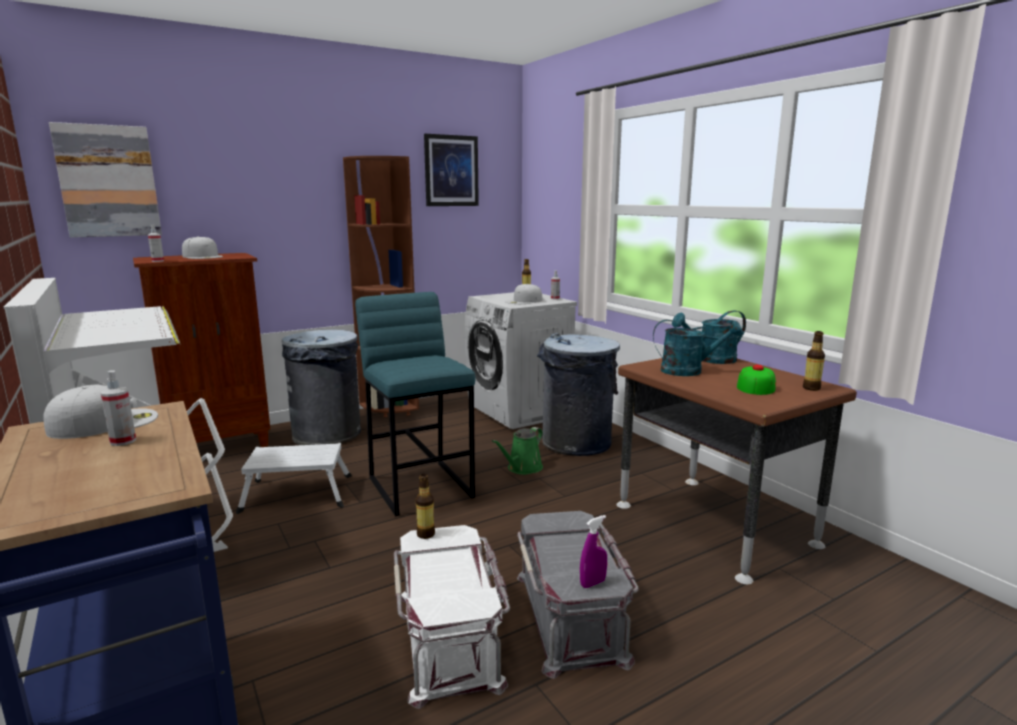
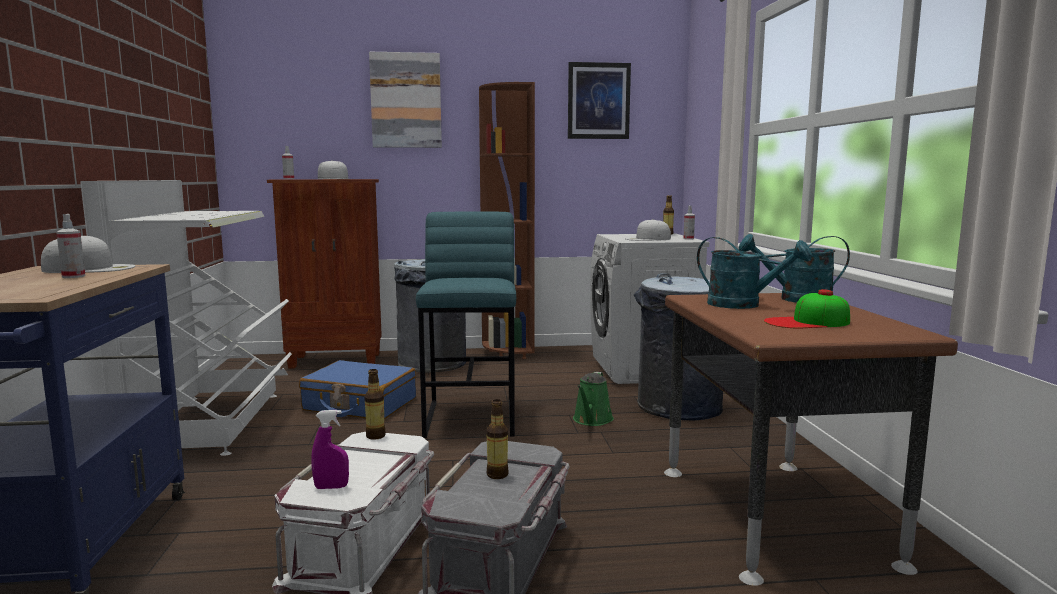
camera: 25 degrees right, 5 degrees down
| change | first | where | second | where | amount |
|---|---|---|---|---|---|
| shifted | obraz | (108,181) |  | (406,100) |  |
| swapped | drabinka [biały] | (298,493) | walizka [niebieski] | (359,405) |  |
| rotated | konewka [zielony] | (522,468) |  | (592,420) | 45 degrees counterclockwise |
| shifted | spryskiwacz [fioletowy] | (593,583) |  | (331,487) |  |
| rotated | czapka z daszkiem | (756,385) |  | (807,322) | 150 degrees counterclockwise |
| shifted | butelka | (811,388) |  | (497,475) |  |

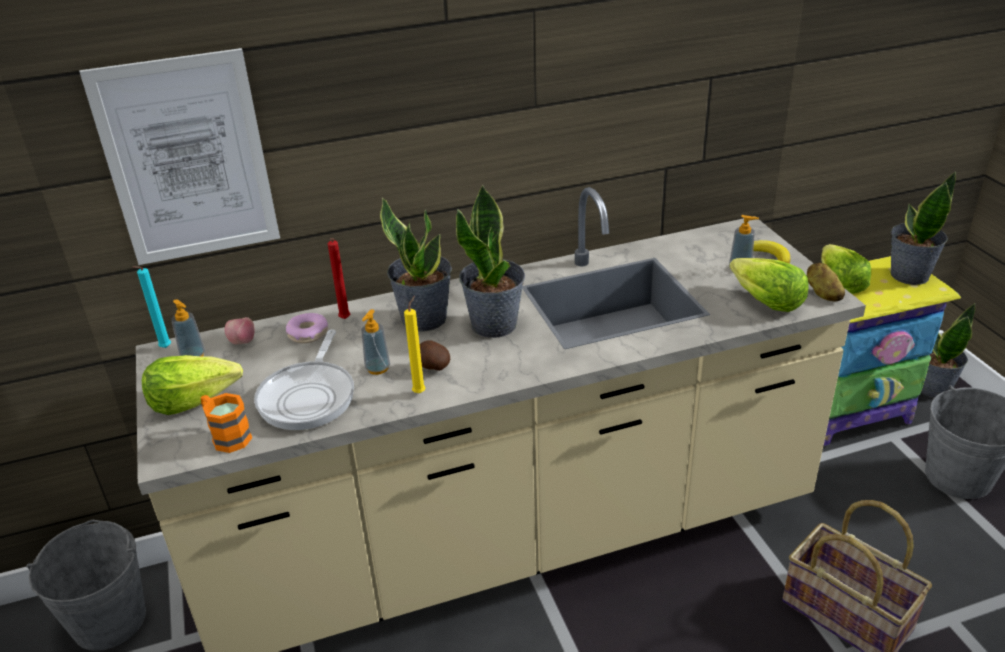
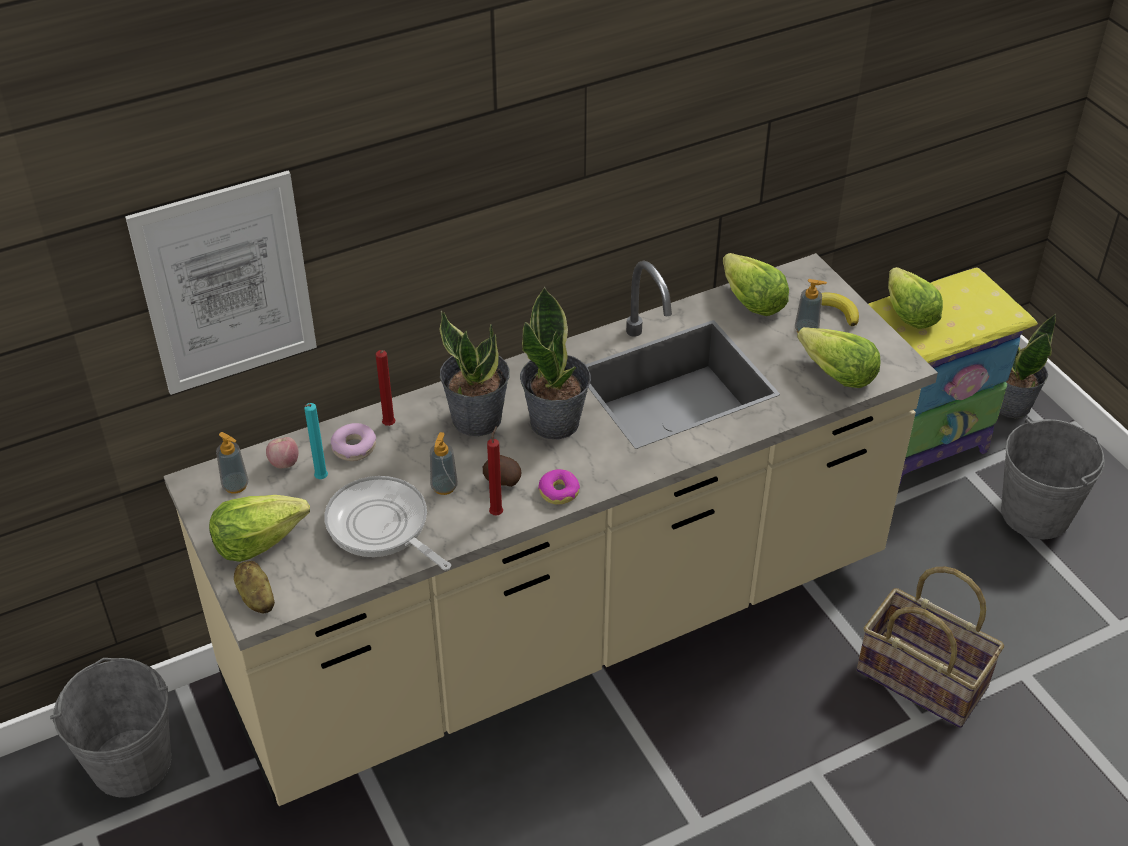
camera: 10 degrees left, 10 degrees up
| change | first | where | second | where | amount |
|---|---|---|---|---|---|
| shifted | świeca [turkusowy] | (164,349) |  | (320,480) |  |
| gone | kubek [pomarańczowy] | (227,436) |  |  |  |
| rotated | patelnia | (309,396) |  | (381,527) | 135 degrees clockwise |
| repainted | świeca [żółty] | (420,392) | świeca [czerwony] | (497,512) |  |
| shifted | ziemniak | (823,293) |  | (256,598) |  |
| gone | roślina doniczkowa | (908,275) |  |  |  |
| new |  |  | donut | (559,491) |  |
| new |  |  | sałata | (751,301) |  |

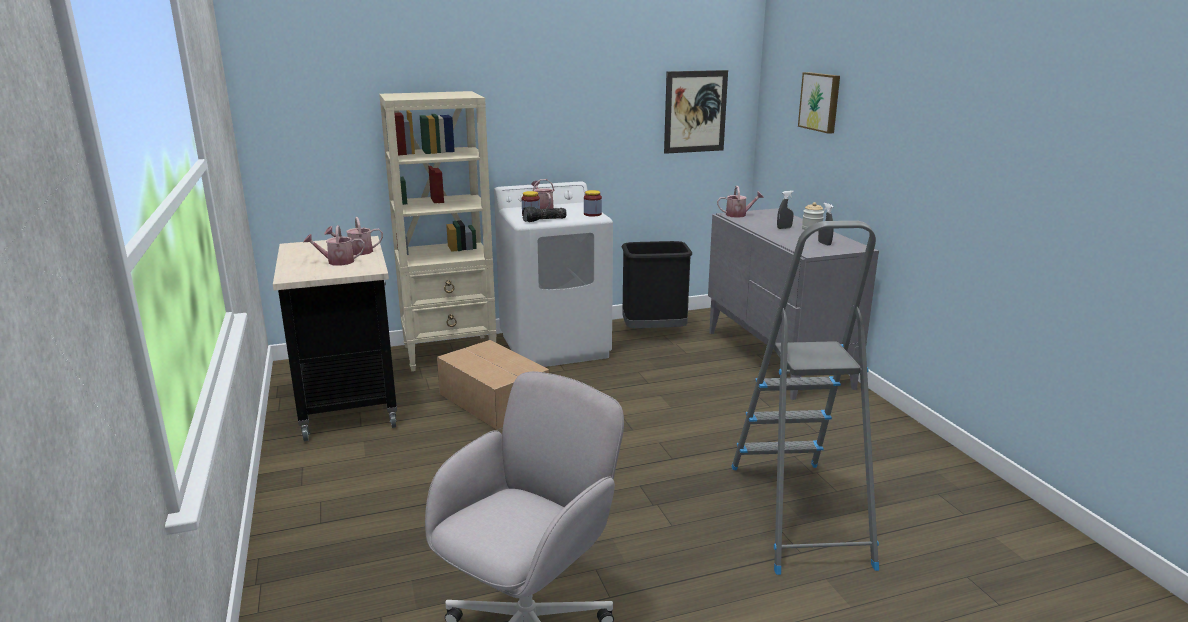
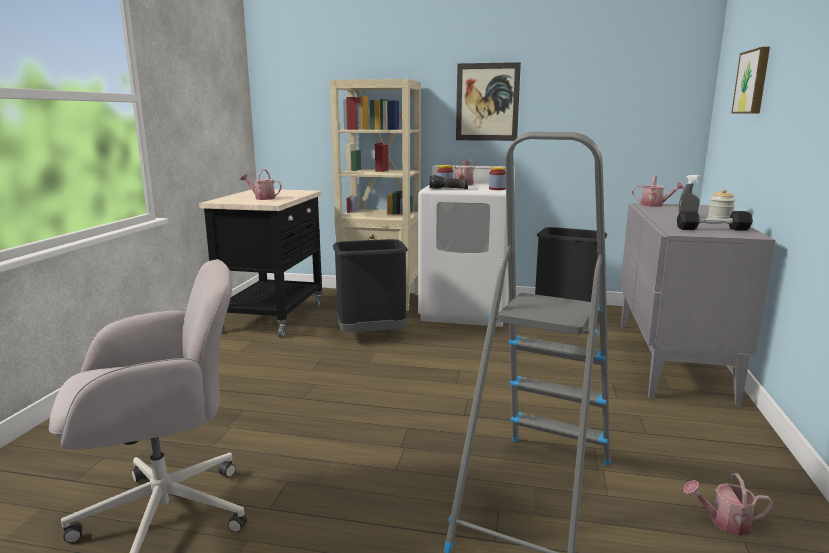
camera: 30 degrees right, 5 degrees down
| change | first | where | second | where | amount |
|---|---|---|---|---|---|
| shifted | konewka | (356,252) |  | (724,522) |  |
| swapped | karton | (493,400) | kosz na śmieci [czarny] | (372,336) |  |
| shifted | obraz | (695,112) |  | (487,102) |  |
| swapped | spryskiwacz [szary] | (824,244) | hantel [czarny] | (712,229) |  |

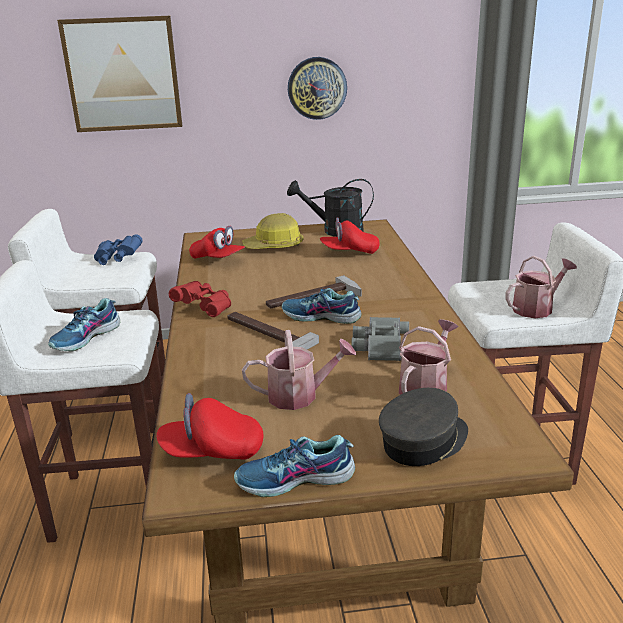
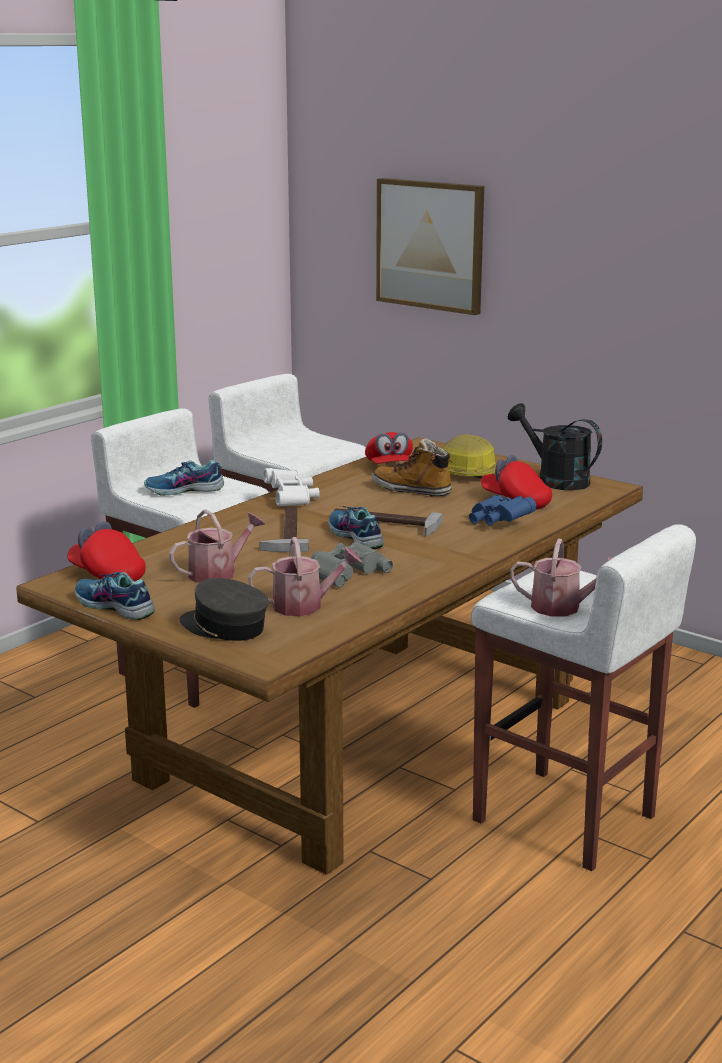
camera: 45 degrees right, 5 degrees down
| change | first | where | second | where | amount |
|---|---|---|---|---|---|
| shifted | lornetka [niebieski] | (117,259) |  | (498,522) |  |
| repainted | lornetka [czerwony] | (205,308) | lornetka [biały] | (292,499) |  |
| rotated | konewka | (299,395) |  | (218,573) | 75 degrees counterclockwise |
| gone | zegar ścienny | (317,88) |  |  |  |
| rotated | czapka z daszkiem [szary] | (423,441) |  | (224,627) | 150 degrees counterclockwise |
| new |  |  | but z cholewką | (412,490) |  |

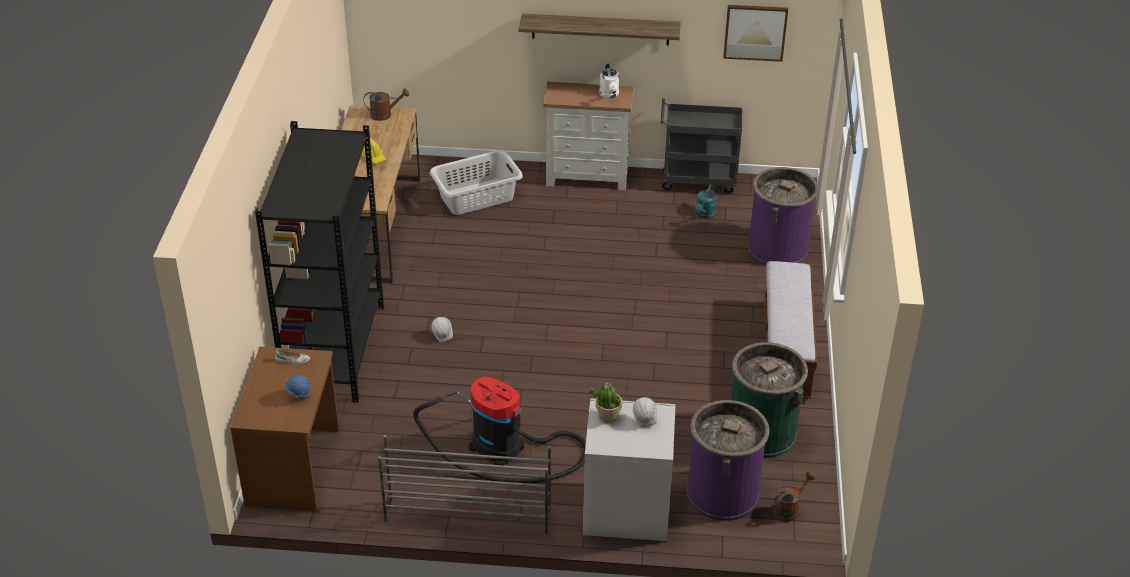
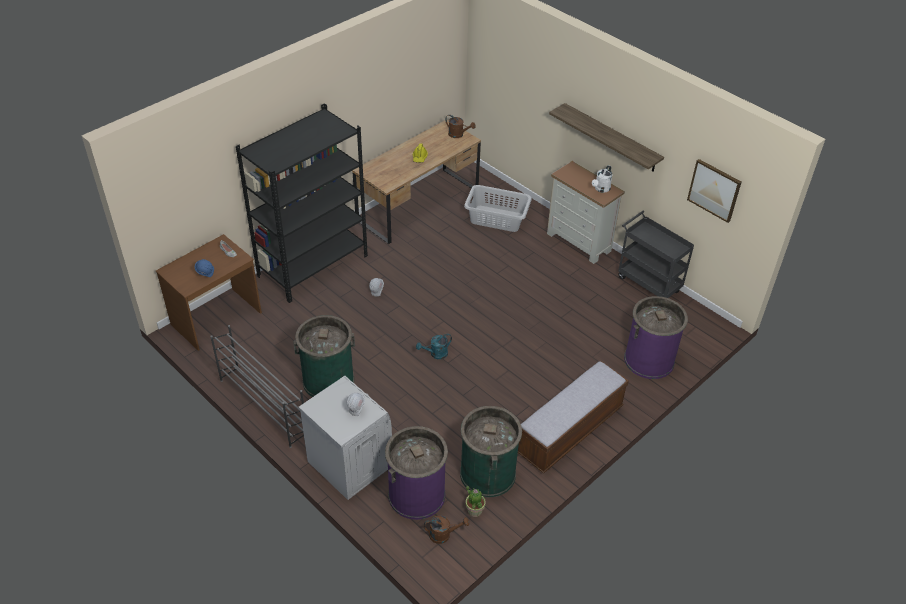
camera: 40 degrees right, 5 degrees up
| change | first | where | second | where | amount |
|---|---|---|---|---|---|
| swapped | odkurzacz | (502,449) | kosz na śmieci [zielony] | (328,380) |  |
| shifted | roślina doniczkowa | (608,416) |  | (474,510) |  |
| shifted | konewka [turkusowy] | (704,215) |  | (436,354) |  |

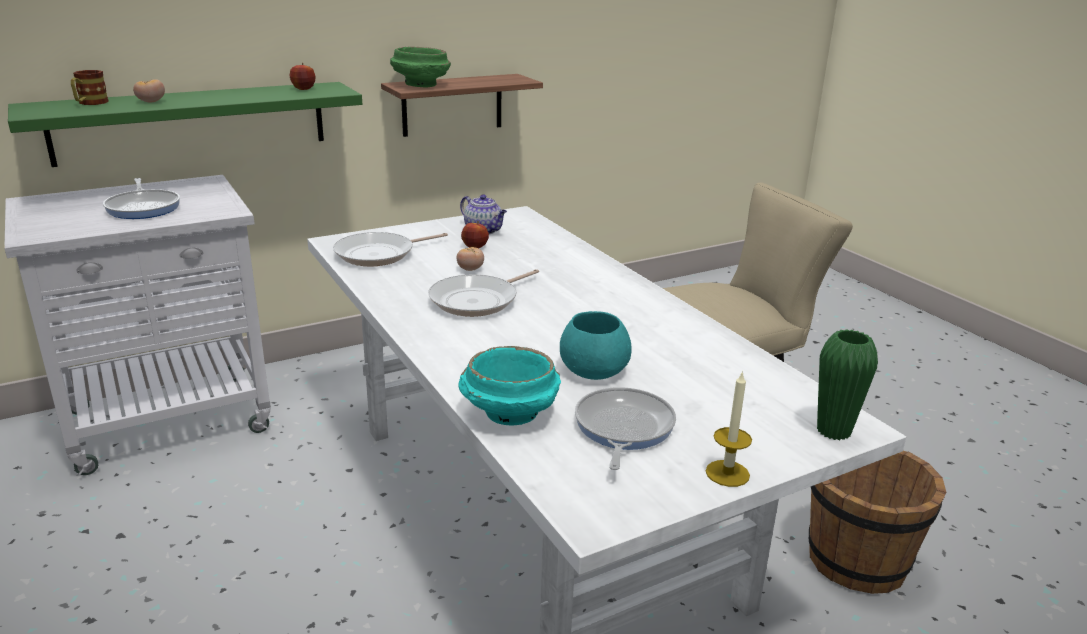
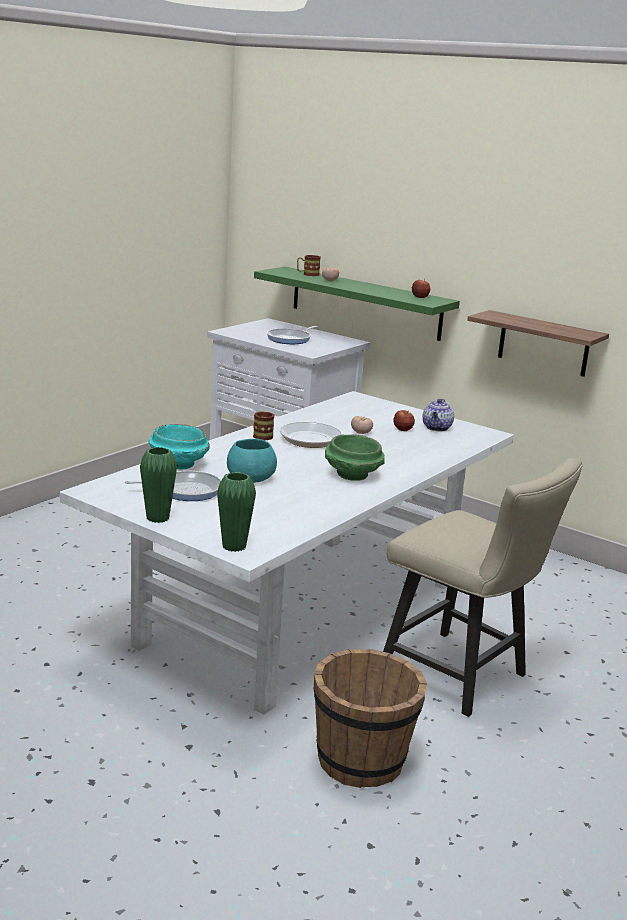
camera: 65 degrees right, 5 degrees down
| change | first | where | second | where | amount |
|---|---|---|---|---|---|
| gone | patelnia | (379,254) |  |  |  |
| shifted | miska [zielony] | (420,85) |  | (353,475) |  |
| swapped | świeca | (727,473) | wazon [zielony] | (157,518) |  |
| new |  |  | kubek | (262,435) |  |

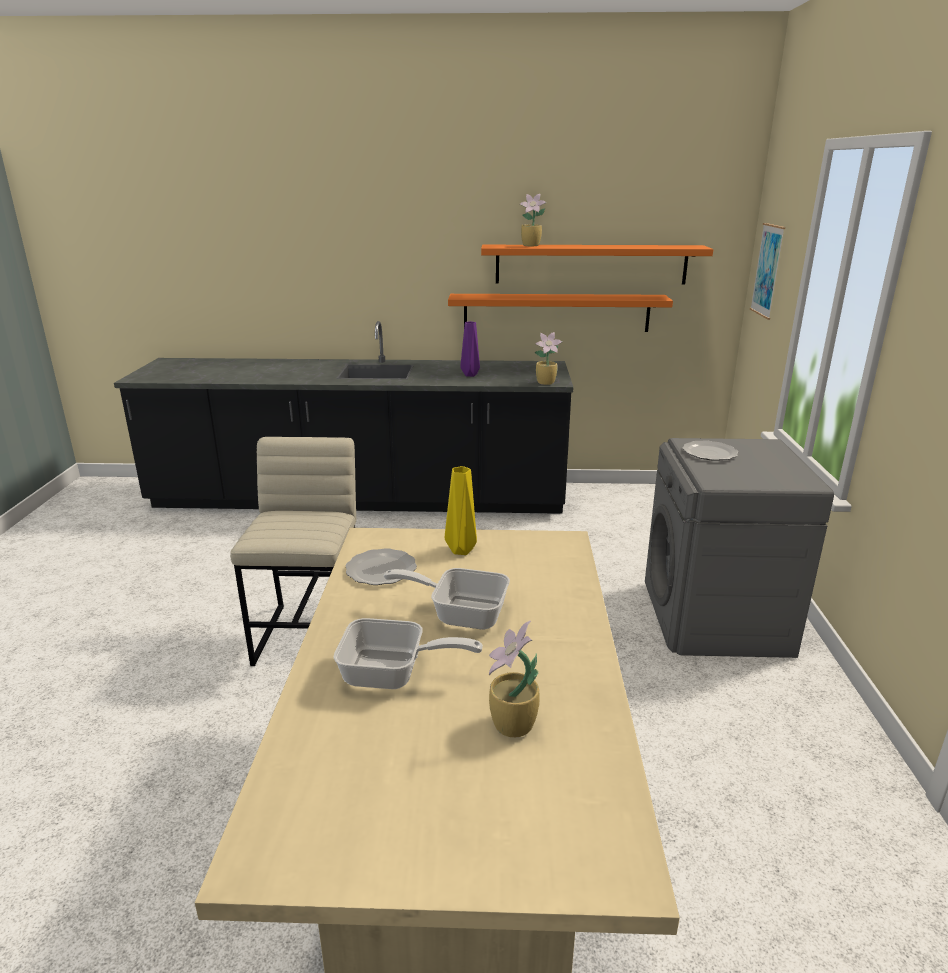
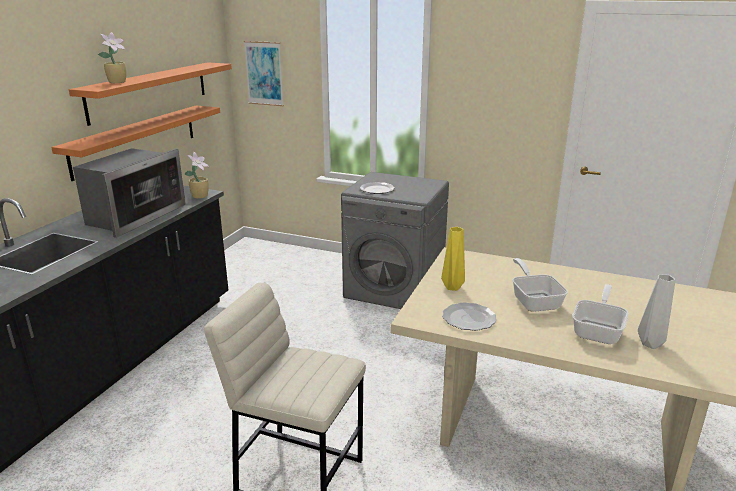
camera: 70 degrees left, 0 degrees up
| change | first | where | second | where | amount |
|---|---|---|---|---|---|
| rotated | patelnia | (460,613) |  | (534,300) | 135 degrees clockwise |
| swapped | wazon [fioletowy] | (470,375) | mikrofalówka | (134,216) |  |
| gone | roślina doniczkowa | (512,726) |  |  |  |
| new |  |  | wazon [szary] | (652,344) |  |

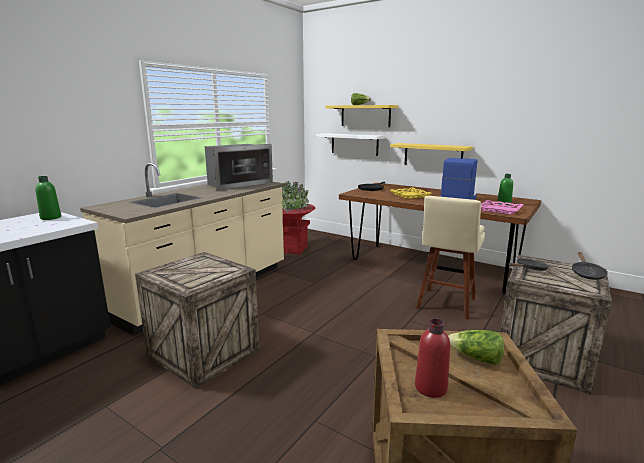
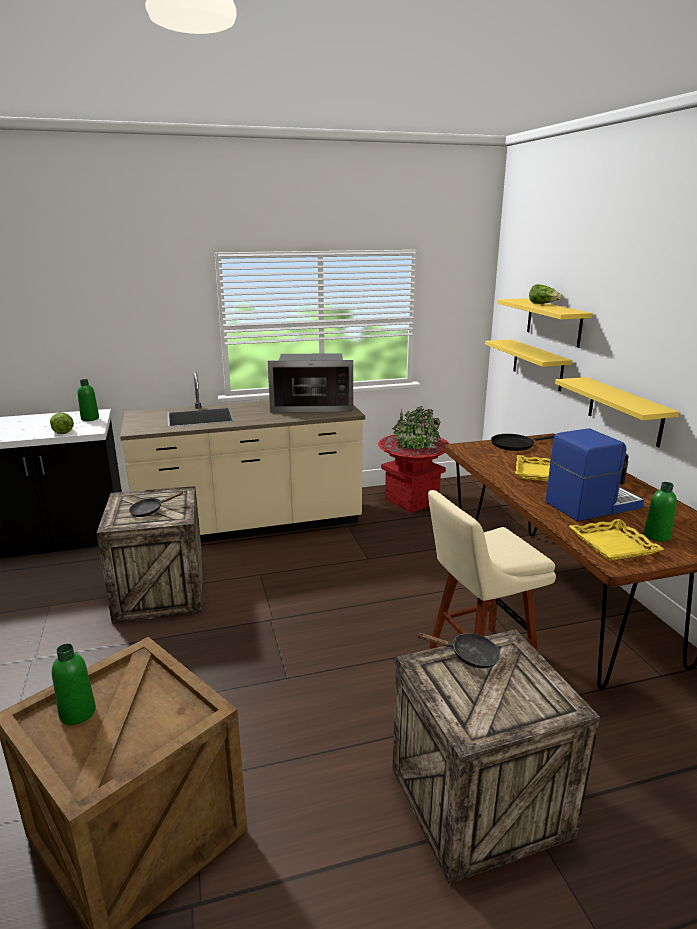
camera: 40 degrees right, 5 degrees up
| change | first | where | second | where | amount |
|---|---|---|---|---|---|
| repainted | półka [biały] | (354,144) | półka [żółty] | (537,364) |  |
| repainted | butelka [czerwony] | (430,387) | butelka [zielony] | (77,713) |  |
| shifted | sałata | (476,358) |  | (62,431) |  |
| repainted | taca [różowy] | (499,210) | taca [żółty] | (612,545) |  |
| shifted | patelnia [czarny] | (586,273) |  | (150,511) |  |

